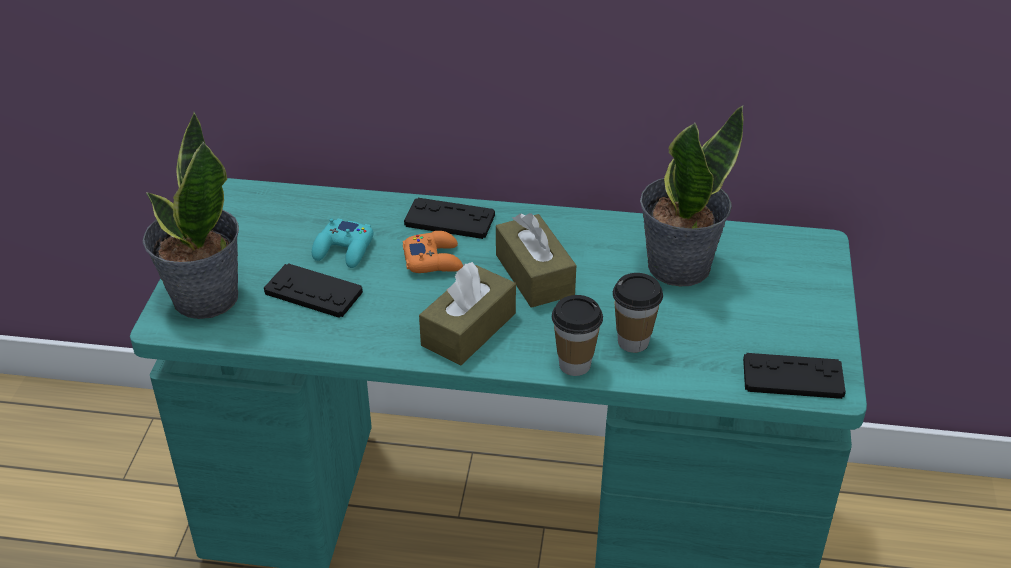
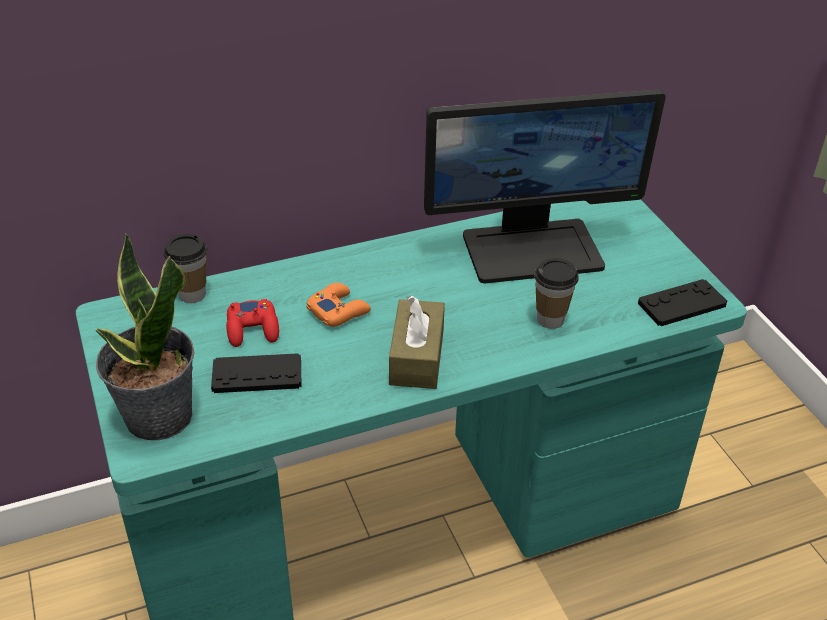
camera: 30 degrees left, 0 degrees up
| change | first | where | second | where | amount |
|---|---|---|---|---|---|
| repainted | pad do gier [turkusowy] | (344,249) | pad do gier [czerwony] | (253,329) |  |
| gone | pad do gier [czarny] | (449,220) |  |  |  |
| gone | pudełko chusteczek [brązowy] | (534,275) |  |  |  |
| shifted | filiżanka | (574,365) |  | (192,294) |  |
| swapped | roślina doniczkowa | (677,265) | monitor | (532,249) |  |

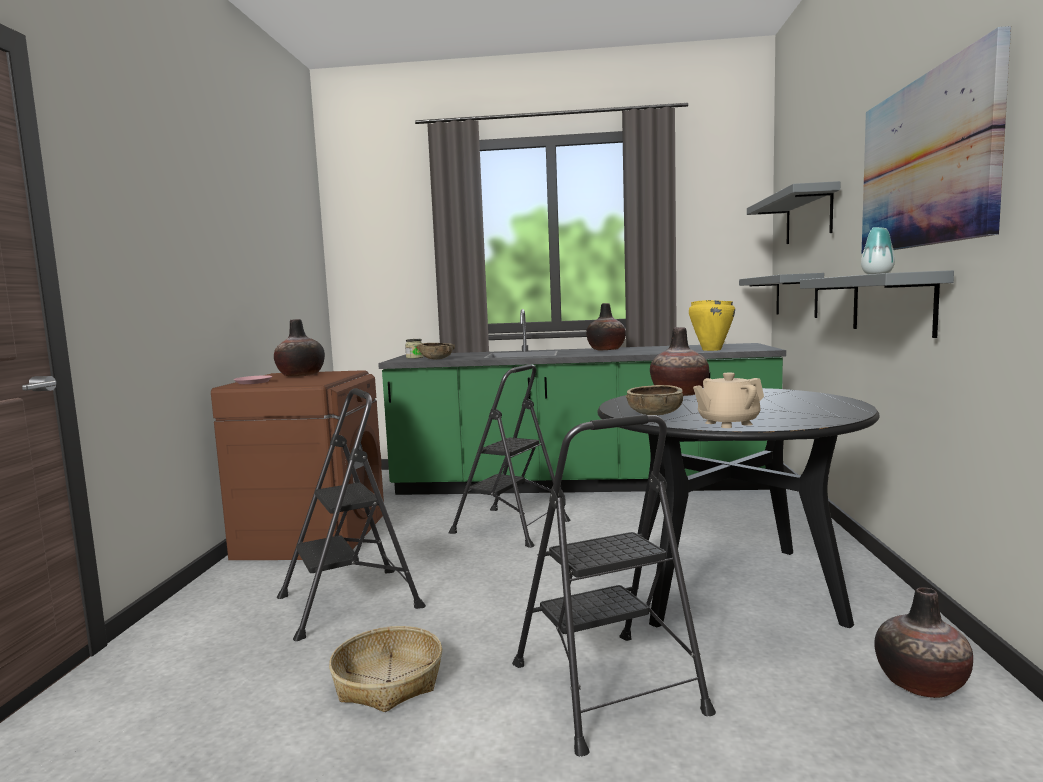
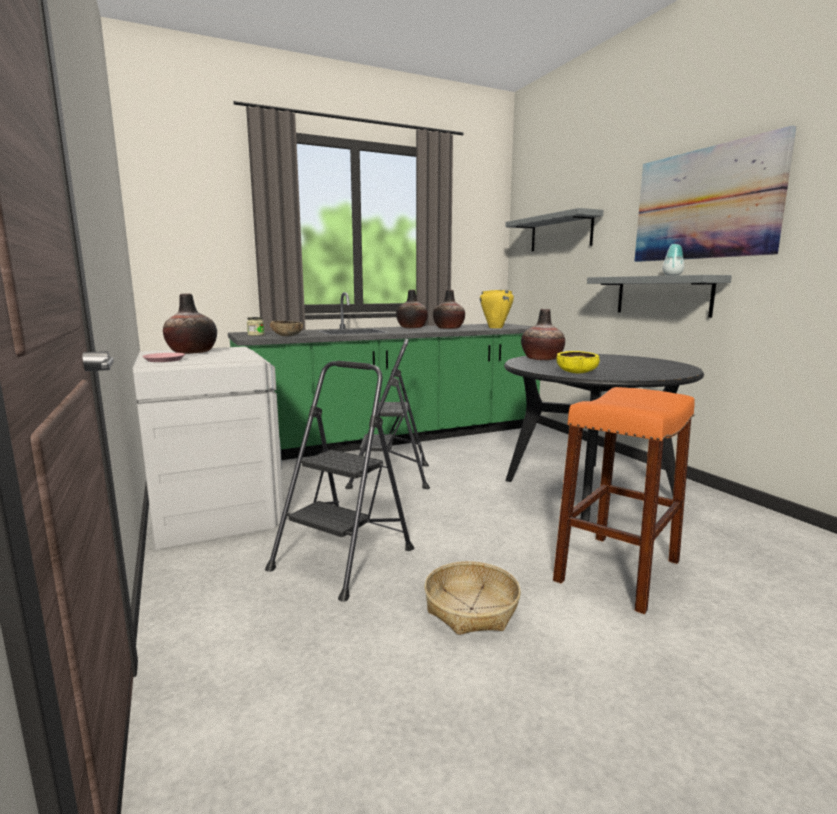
camera: 30 degrees left, 5 degrees up
| change | first | where | second | where | amount |
|---|---|---|---|---|---|
| repainted | pralka [brązowy] | (316,535) | pralka [biały] | (219,510) |  |
| swapped | drabinka [czarny] | (609,689) | stołek [pomarańczowy] | (618,571) |  |
| repainted | miska [brązowy] | (654,414) | miska [żółty] | (576,372) |  |
| gone | imbryk [beżowy] | (727,423) |  |  |  |
| gone | półka [szary] | (796,295) |  |  |  |
| shifted | wazon | (921,683) |  | (449,328) |  |

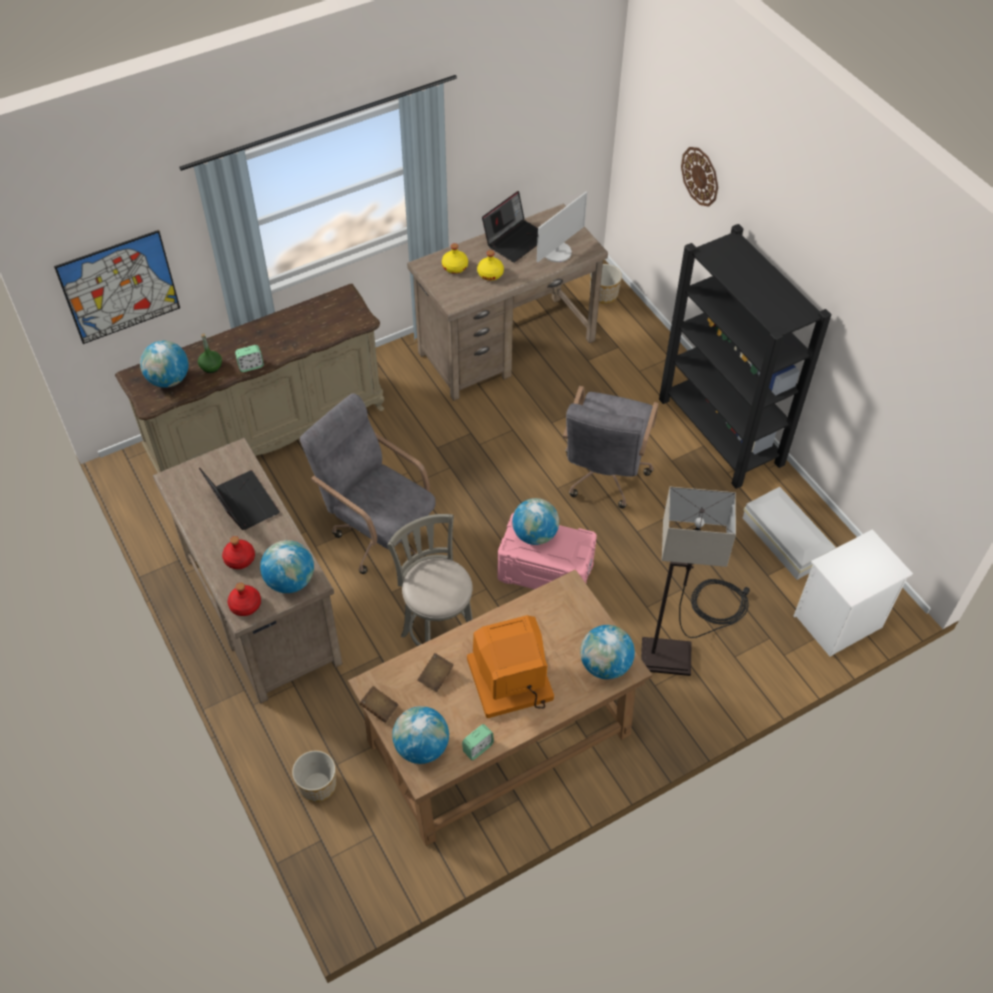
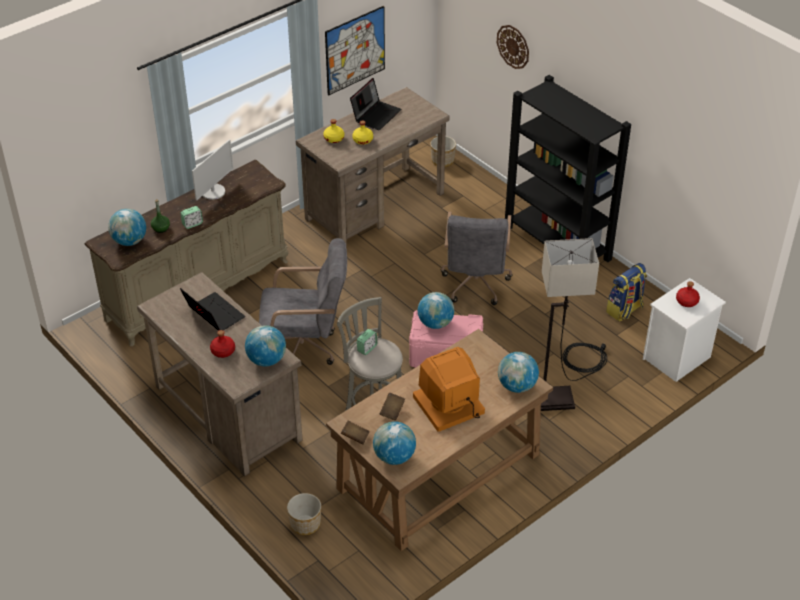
camera: 10 degrees left, 10 degrees down
| change | first | where | second | where | amount |
|---|---|---|---|---|---|
| shifted | obraz | (119,287) |  | (355,50) |  |
| shifted | butelka [czerwony] | (245,605) |  | (686,301) |  |
| rotated | krzesło biurowe [szary] | (377,535) |  | (306,349) | 150 degrees clockwise |
| shifted | budzik | (478,748) |  | (367,348) |  |
| shifted | monitor | (557,252) |  | (213,192) |  |
| swapped | pojemnik do przechowywania [biały] | (785,541) | plecak | (624,310) |  |

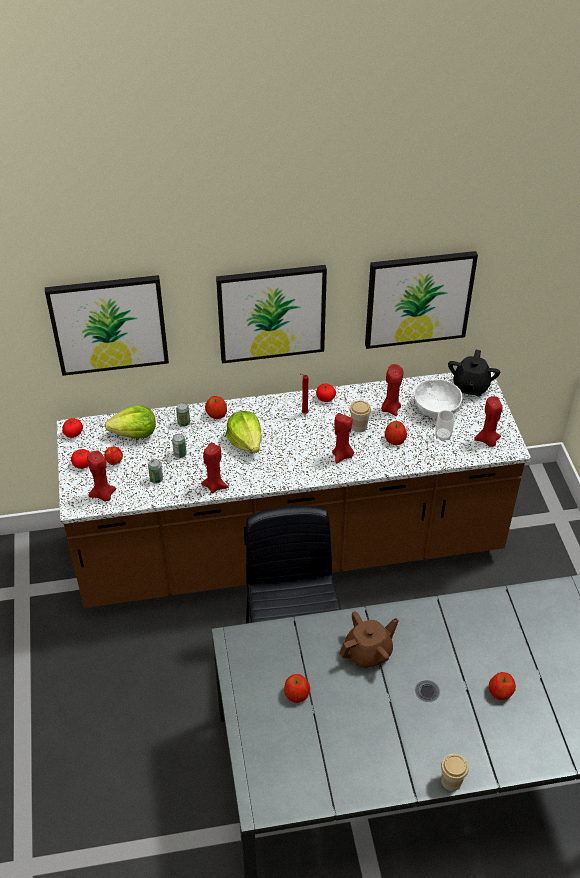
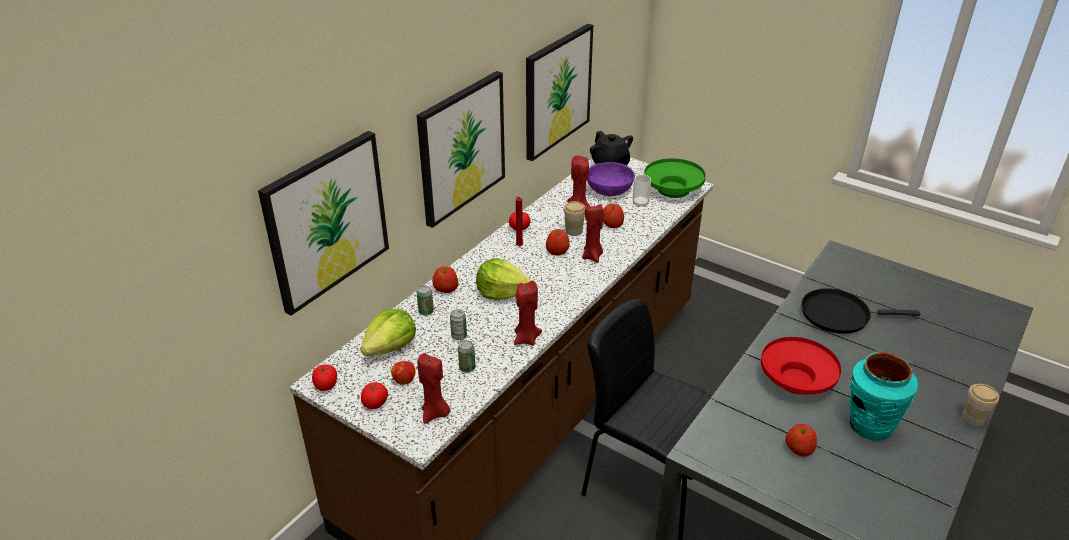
camera: 45 degrees left, 10 degrees down
| change | first | where | second | where | amount |
|---|---|---|---|---|---|
| swapped | imbryk [brązowy] | (368,652) | miska [czerwony] | (796,380) |  |
| repainted | miska [biały] | (436,408) | miska [fioletowy] | (609,190) |  |
| swapped | świeca [czerwony] | (487,440) | miska [zielony] | (672,190) |  |
| shifted | jabłko | (500,691) |  | (557,251) |  |
| new |  |  | patelnia [czarny] | (839,315) |  |
| new |  |  | wazon [turkusowy] | (869,426) |  |

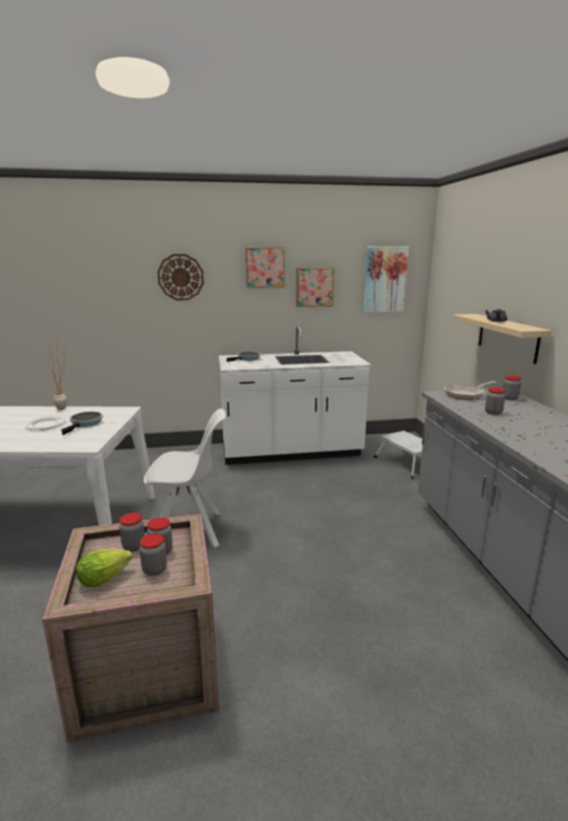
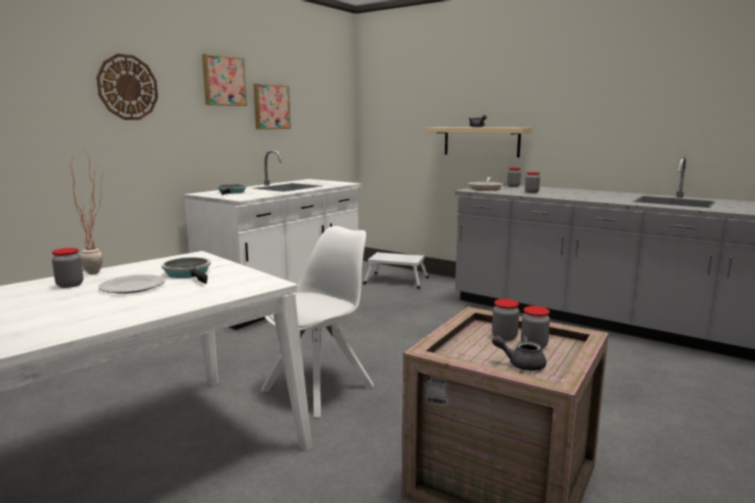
camera: 45 degrees left, 5 degrees down
| change | first | where | second | where | amount |
|---|---|---|---|---|---|
| swapped | sałata | (107,578) | imbryk [szary] | (521,364) |  |
| shifted | słoik | (134,546) |  | (70,285) |  |
| gone | obraz | (385,279) |  |  |  |

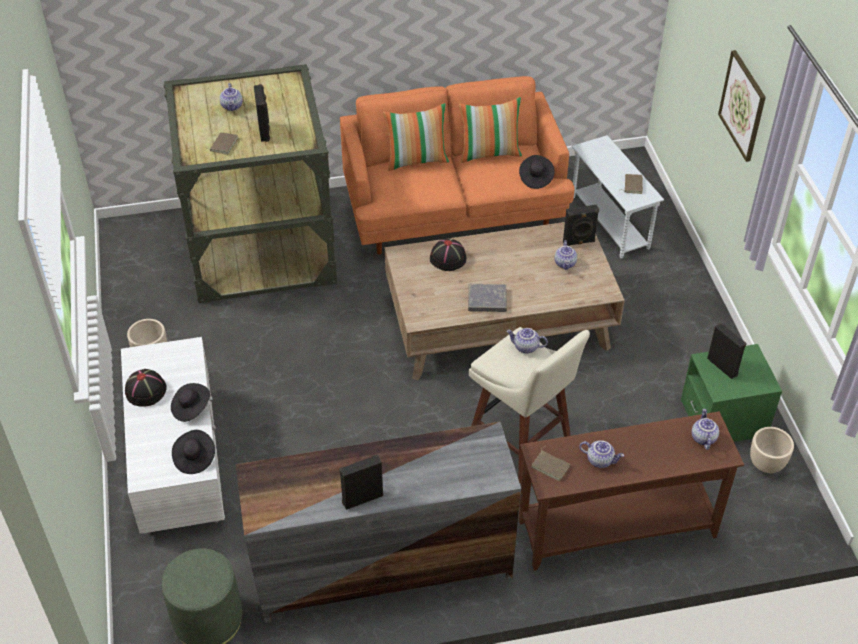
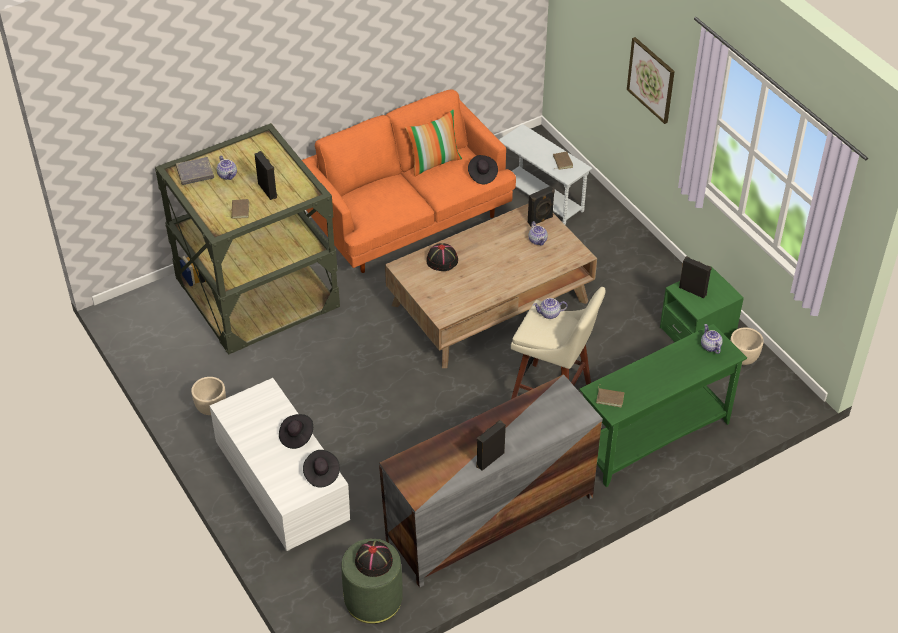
camera: 20 degrees left, 0 degrees up
| change | first | where | second | where | amount |
|---|---|---|---|---|---|
| shifted | kapelusz [czarny] | (146,390) |  | (374,560) |  |
| gone | poduszka | (417,160) |  |  |  |
| shifted | książka [szary] | (487,300) |  | (195,173) |  |
| repainted | stolik konsolowy [brązowy] | (616,529) | stolik konsolowy [zielony] | (653,439) |  |
| gone | imbryk | (600,460) |  |  |  |

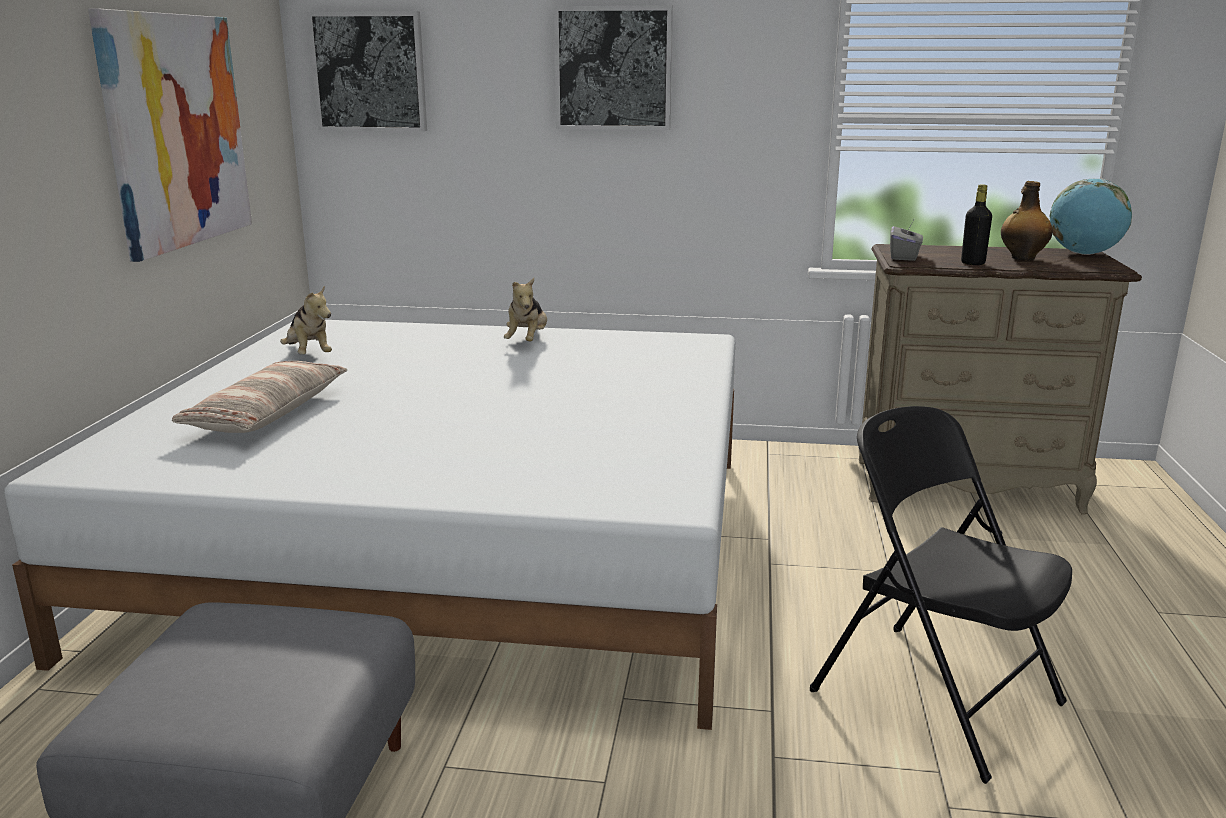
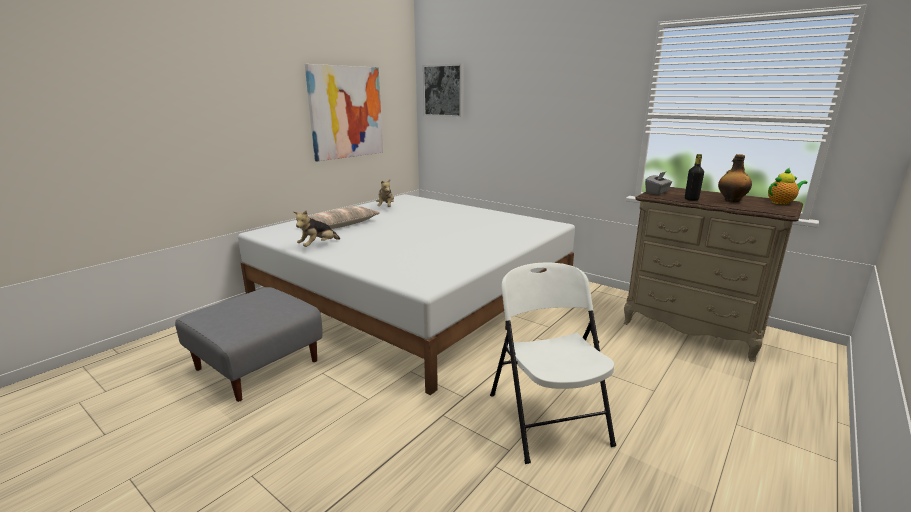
camera: 30 degrees right, 0 degrees up
| change | first | where | second | where | amount |
|---|---|---|---|---|---|
| shifted | pluszak | (527,341) |  | (318,246) |  |
| gone | obraz | (613,68) |  |  |  |
| repainted | krzesło [czarny] | (936,696) | krzesło [biały] | (548,418) |  |
| swapped | globus | (1084,254) | imbryk | (782,202) |  |

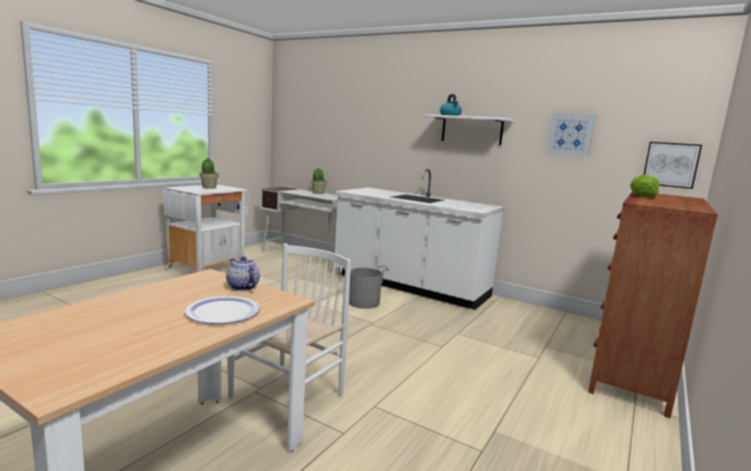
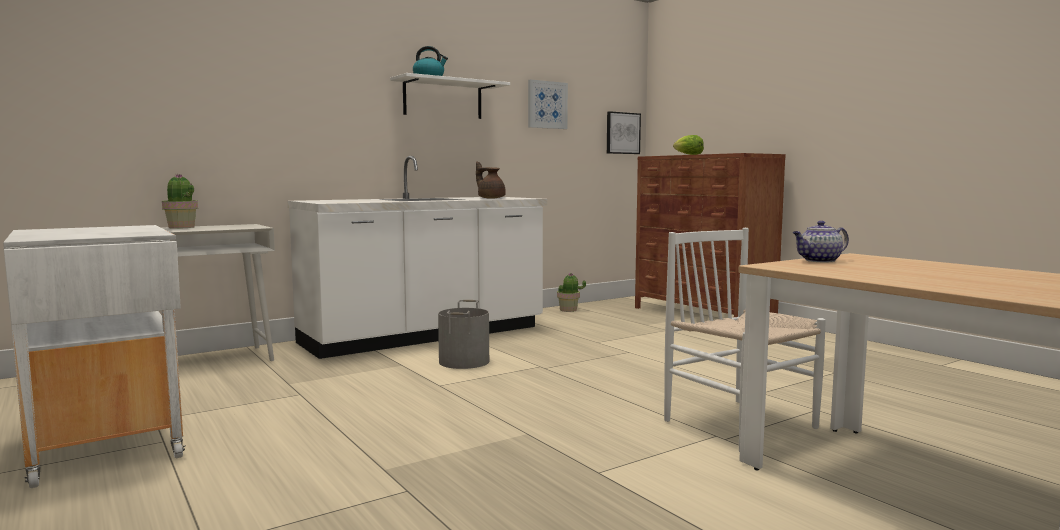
camera: 65 degrees left, 5 degrees down
| change | first | where | second | where | amount |
|---|---|---|---|---|---|
| gone | talerz | (223,312) |  |  |  |
| shifted | roślina doniczkowa | (209,187) |  | (568,310) |  |
| new |  |  | imbryk [brązowy] | (490,198) |  |

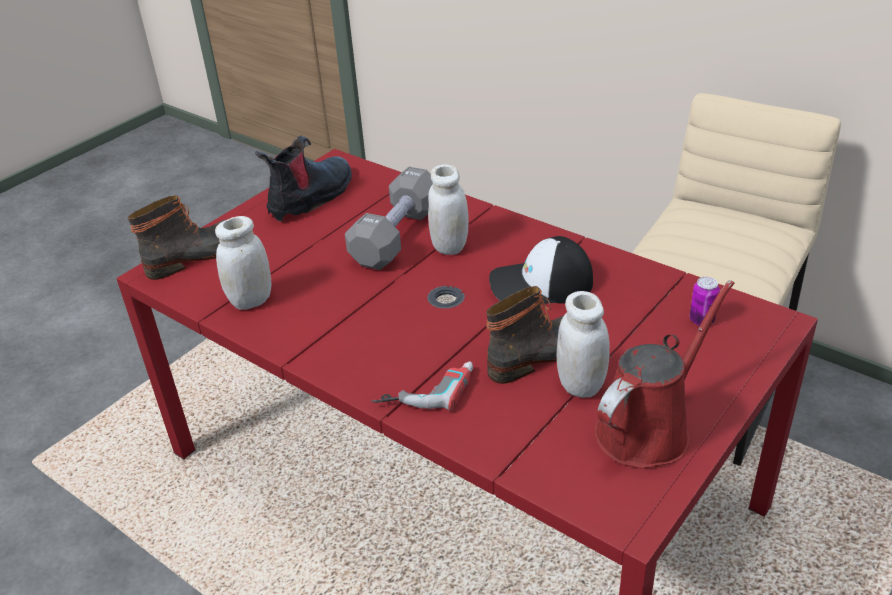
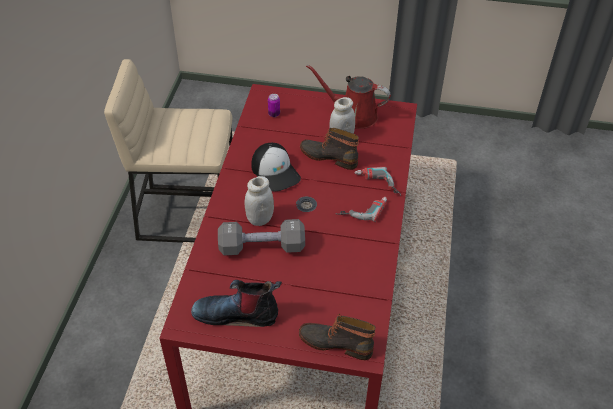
camera: 120 degrees left, 10 degrees up
| change | first | where | second | where | amount |
|---|---|---|---|---|---|
| gone | słoik [biały] | (251,300) |  |  |  |
| new |  |  | wiertarka | (362,208) |  |

